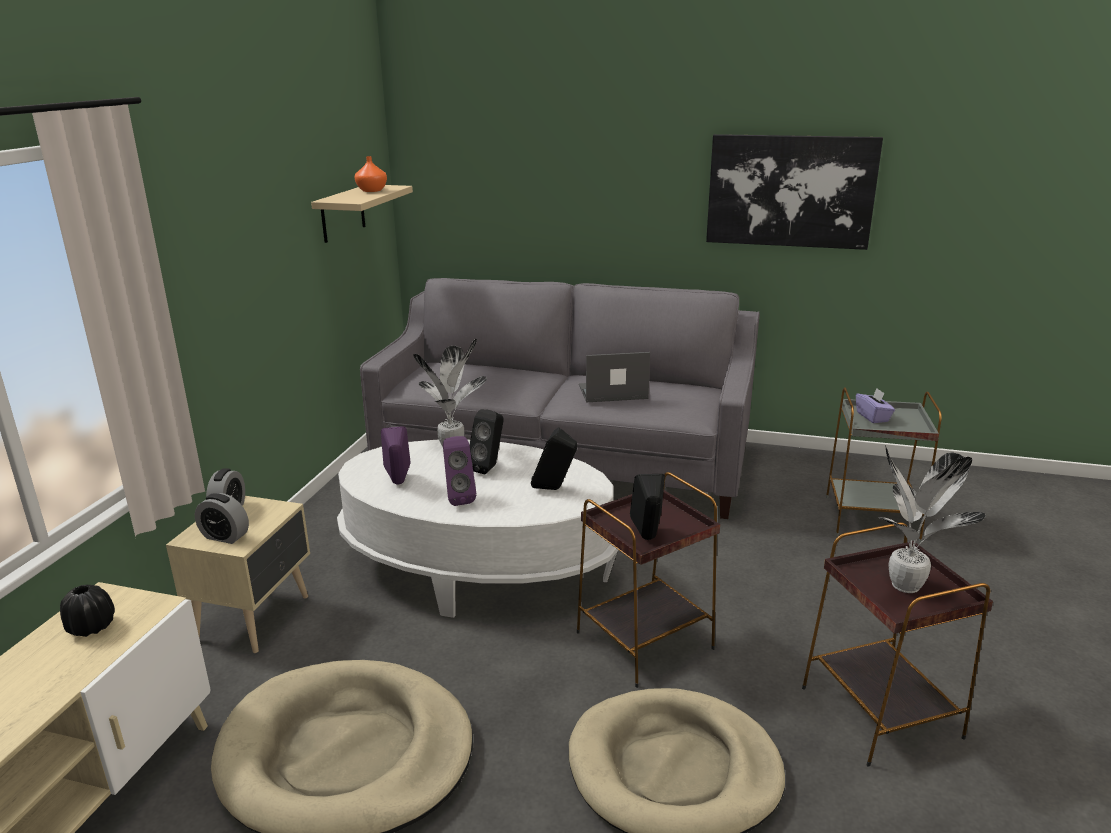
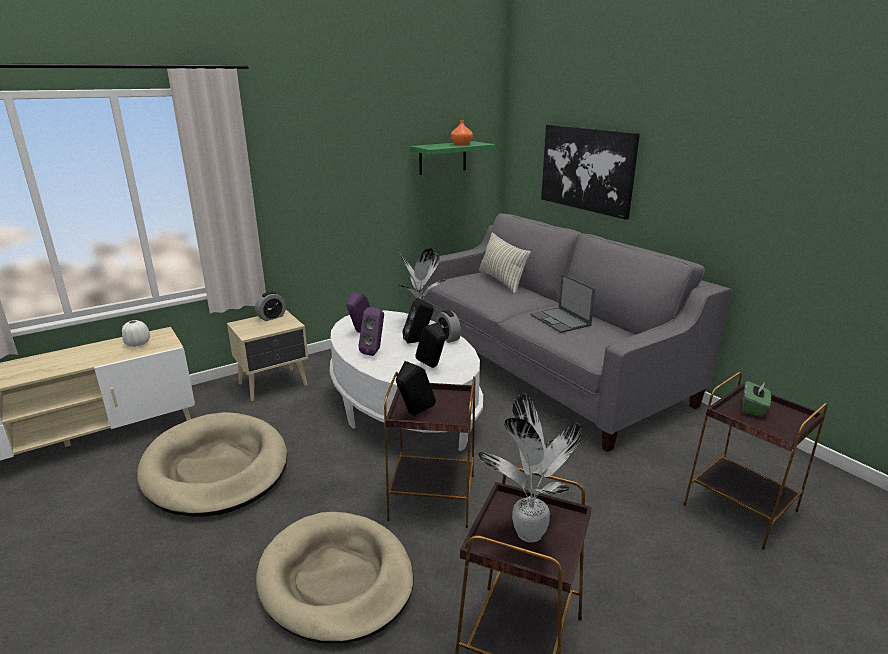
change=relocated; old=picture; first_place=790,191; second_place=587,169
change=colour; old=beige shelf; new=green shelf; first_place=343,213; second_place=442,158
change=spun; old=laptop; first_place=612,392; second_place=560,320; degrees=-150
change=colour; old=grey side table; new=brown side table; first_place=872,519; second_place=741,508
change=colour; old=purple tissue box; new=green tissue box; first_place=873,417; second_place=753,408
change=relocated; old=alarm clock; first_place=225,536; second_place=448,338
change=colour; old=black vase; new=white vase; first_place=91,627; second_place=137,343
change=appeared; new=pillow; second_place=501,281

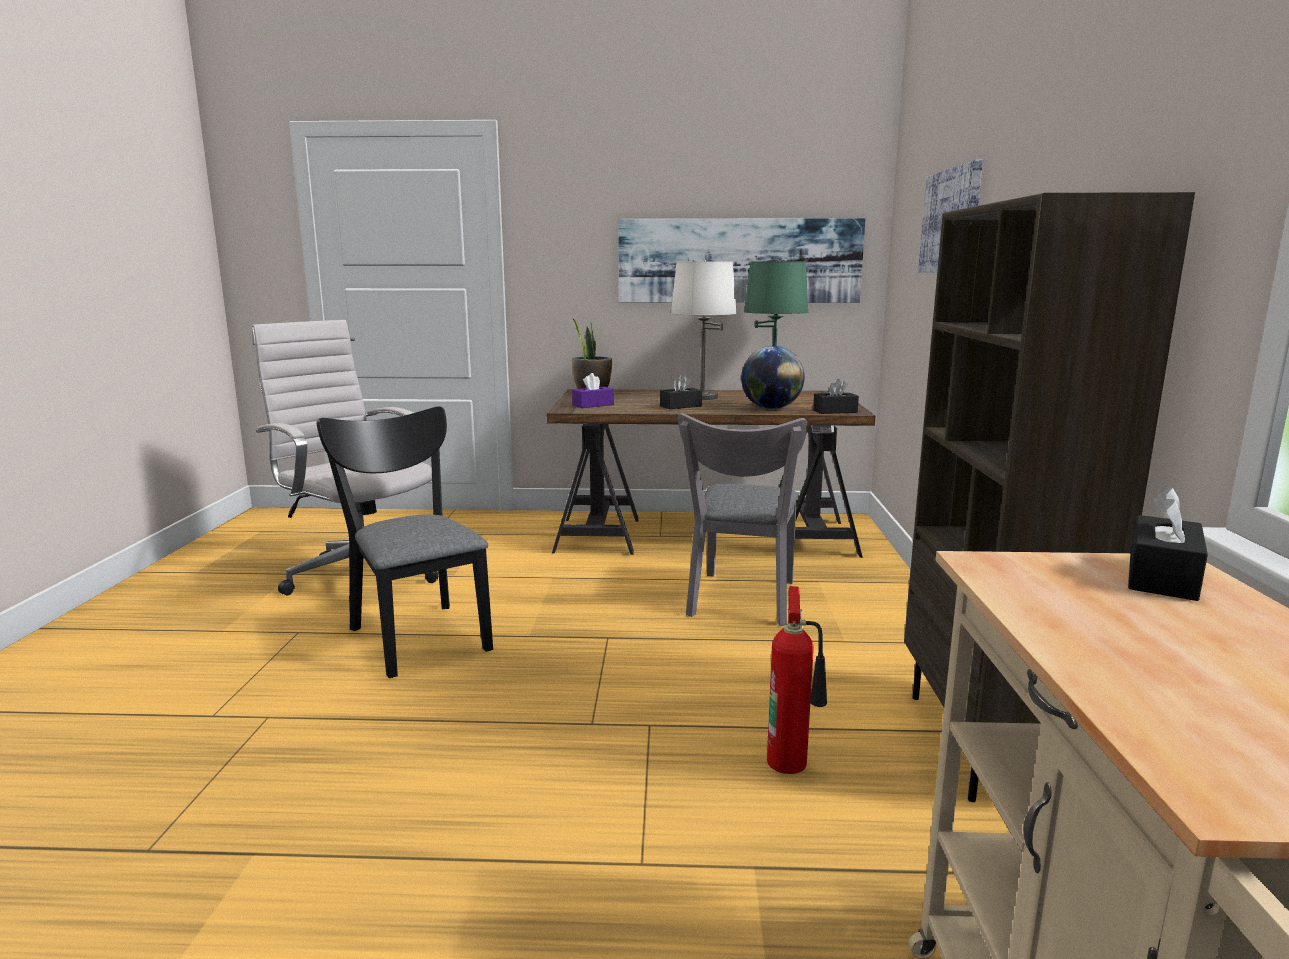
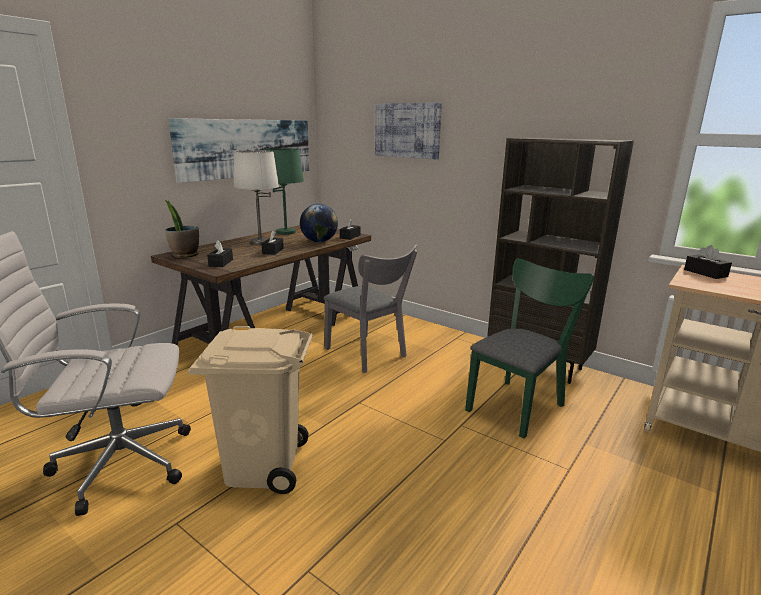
change=colour; old=purple tissue box; new=black tissue box; first_place=593,405; second_place=221,263
change=exchanged; old=black chair; new=beige trash can; first_place=416,634; second_place=262,465
change=exchanged; old=fire extinguisher; new=green chair; first_place=790,760; second_place=519,404

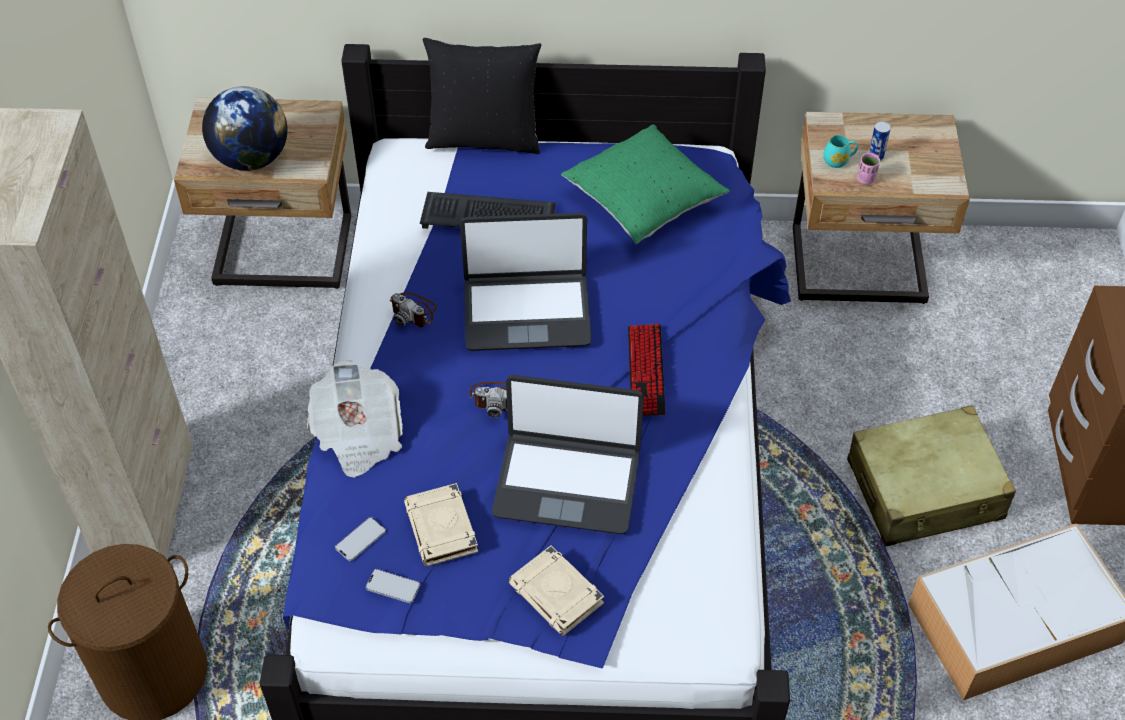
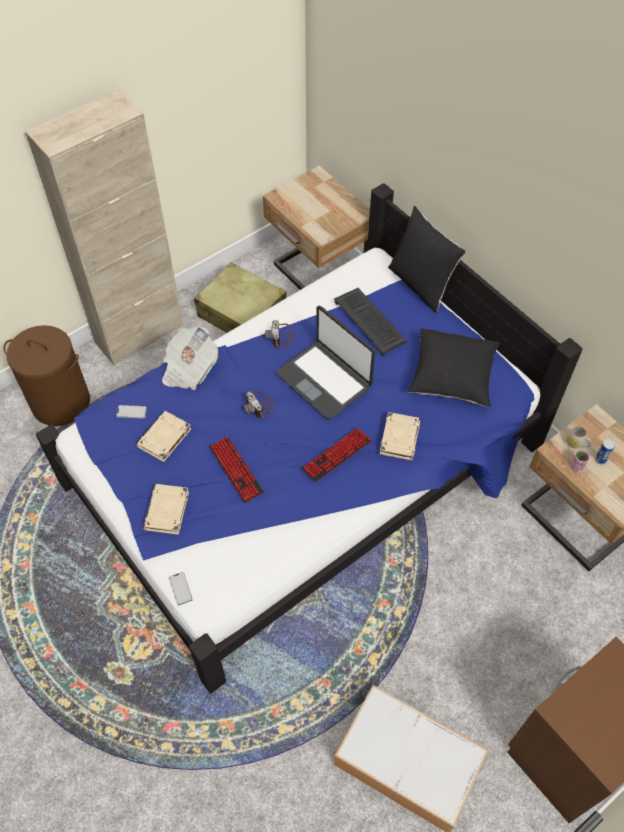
change=missing; old=globe; first_place=251,158
change=colour; old=green pillow; new=black pillow; first_place=643,201; second_place=452,377
change=colour; old=turquoise mug; new=white mug; first_place=839,160; second_place=576,443
change=exchanged; old=laptop; new=keyboard; first_place=567,482; second_place=236,470
change=relocated; old=beige suitcase; first_place=925,490; second_place=242,314
change=relocated; old=phone; first_place=393,587; second_place=180,589
change=appeared; new=beige book; second_place=399,437

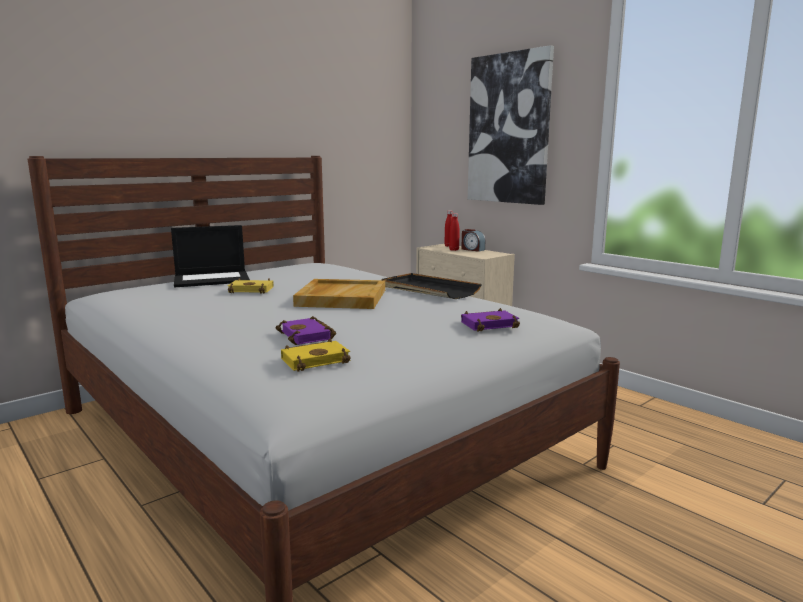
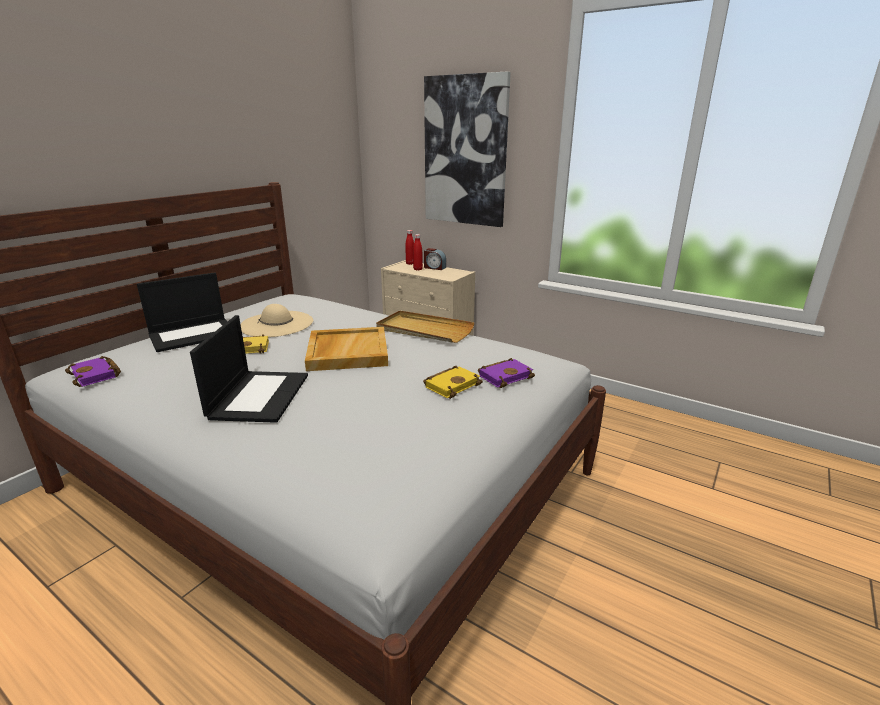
change=colour; old=black tray; new=beige tray; first_place=428,289; second_place=424,330
change=relocated; old=purple book; first_place=308,336; second_place=97,375
change=relocated; old=yellow book; first_place=316,360; second_place=452,385
change=appeared; new=beige hat; second_place=277,324
change=appeared; new=laptop; second_place=259,395

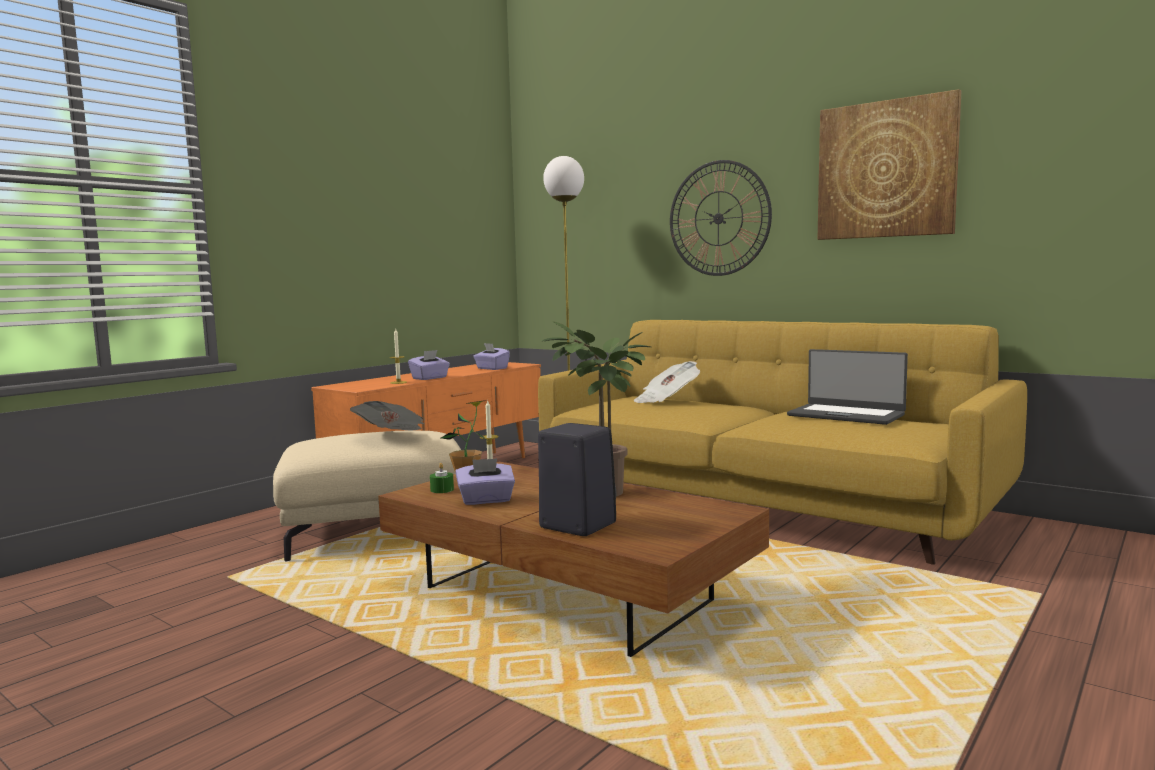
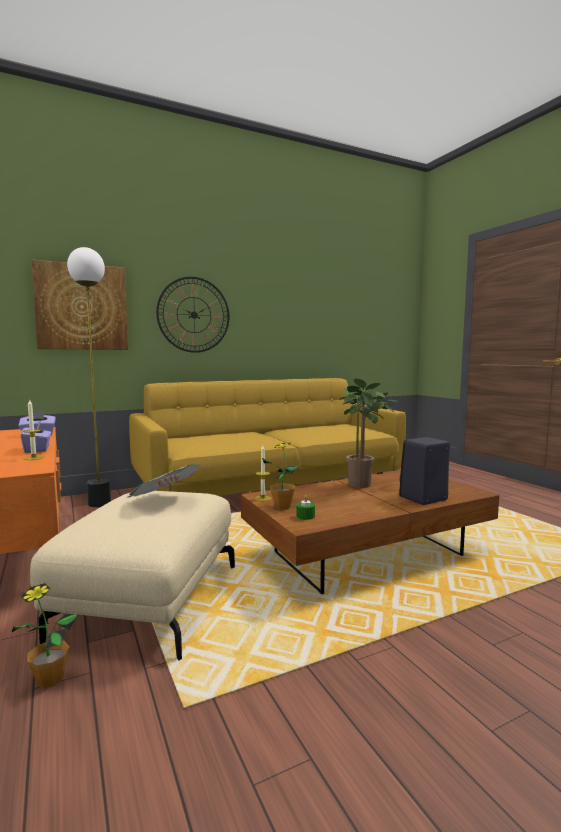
change=relocated; old=picture; first_place=886,170; second_place=82,307
change=missing; old=laptop; first_place=846,415
change=missing; old=newspaper; first_place=666,400
change=missing; old=purple tissue box; first_place=486,500
change=appeared; new=potted plant; second_place=50,679

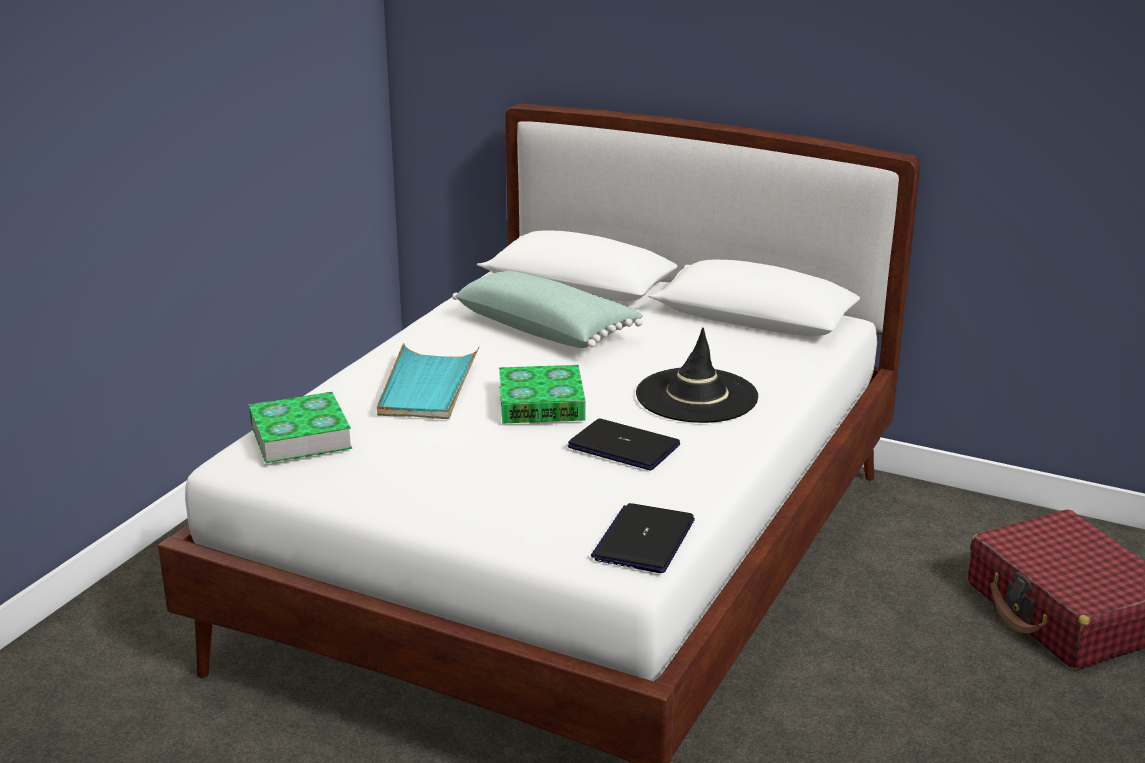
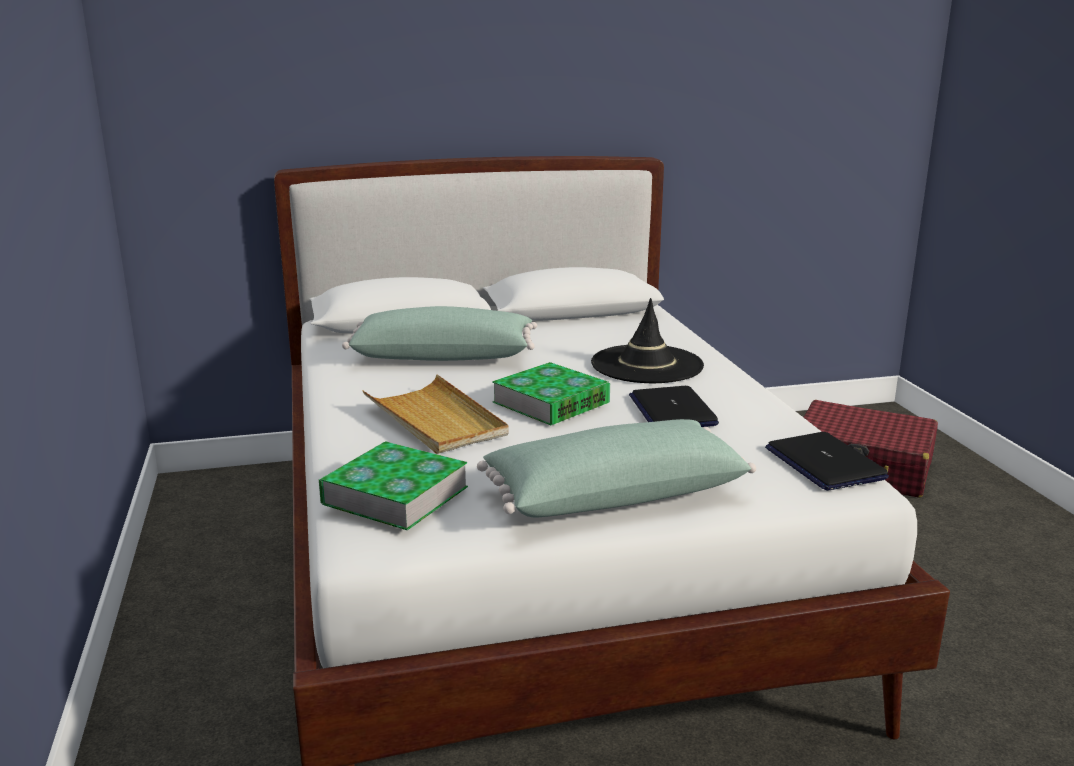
change=colour; old=turquoise tray; new=beige tray; first_place=427,387; second_place=435,419
change=spun; old=laptop; first_place=624,447; second_place=672,410; degrees=-90
change=appeared; new=green pillow; second_place=613,494

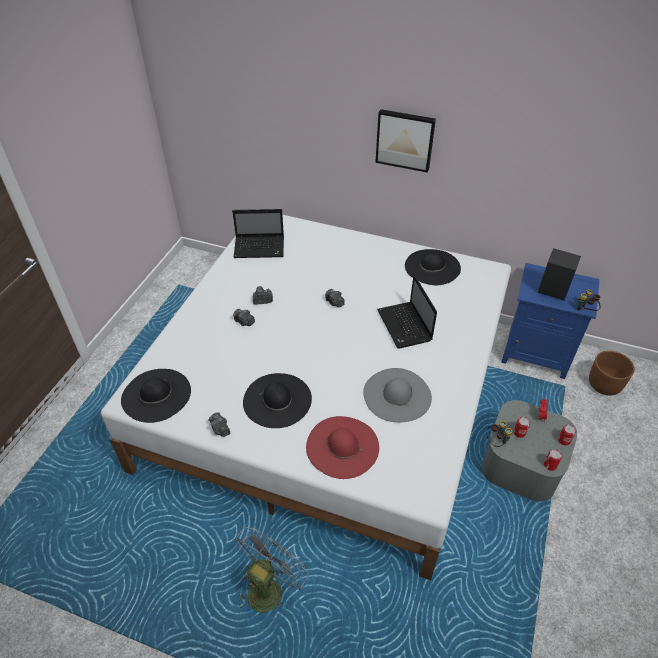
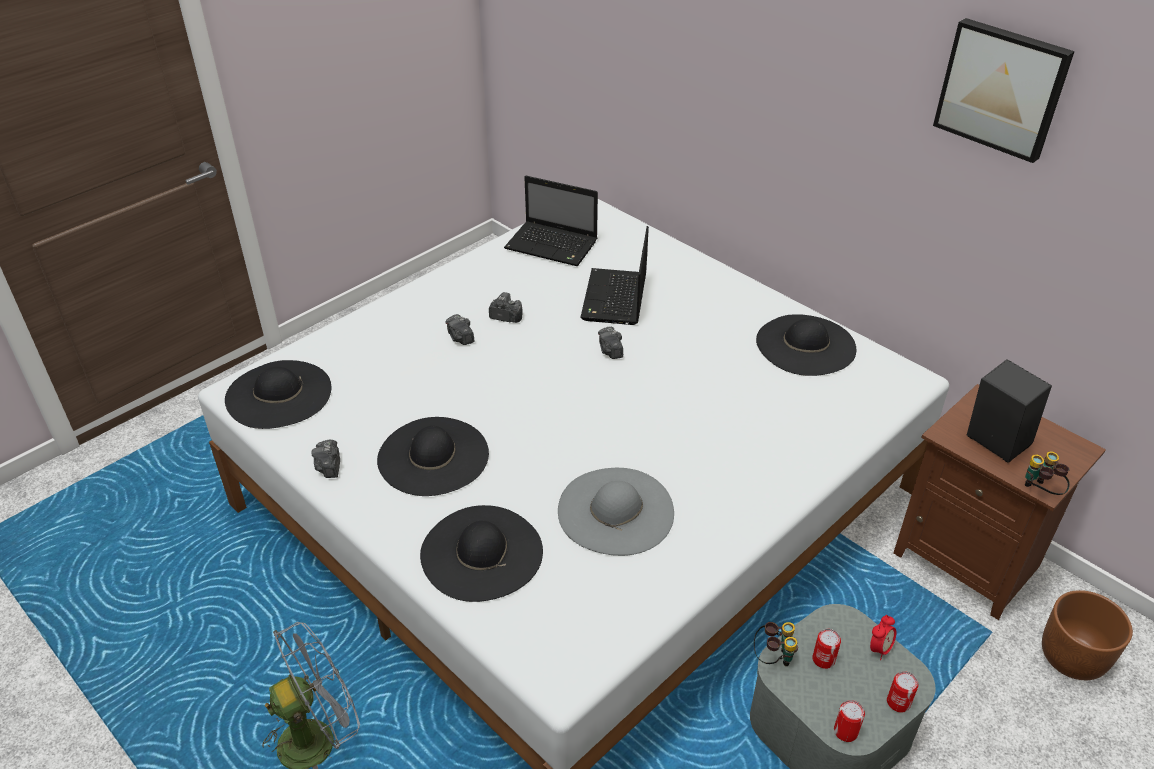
change=relocated; old=picture; first_place=405,139; second_place=1002,88
change=colour; old=blue nightstand; new=brown nightstand; first_place=535,353; second_place=968,559
change=relocated; old=laptop; first_place=405,326; second_place=615,299
change=colour; old=red hat; new=black hat; first_place=342,446; second_place=481,553

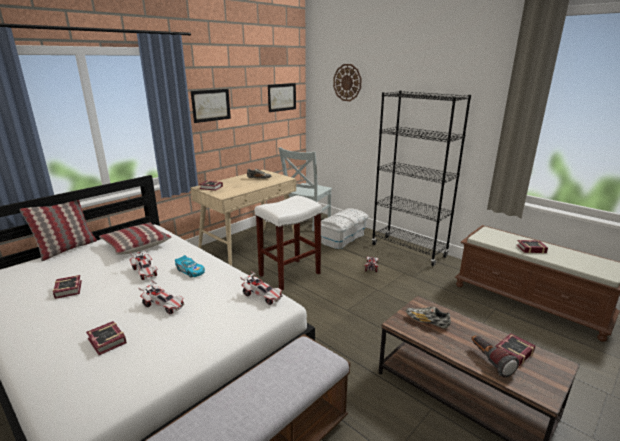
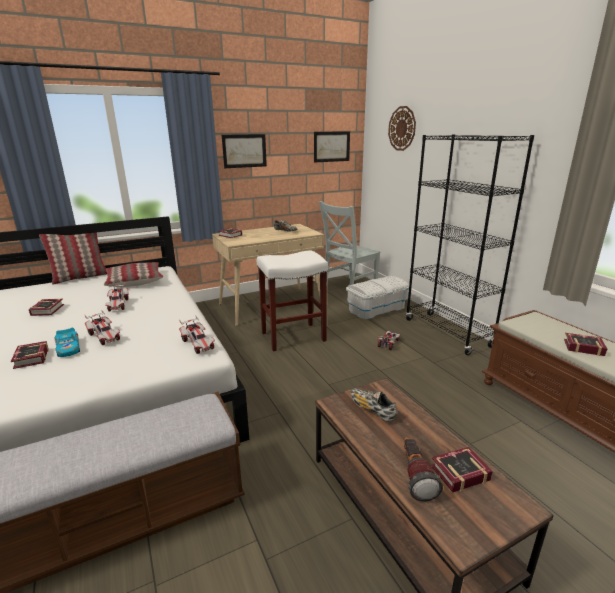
change=relocated; old=toy car; first_place=190,271; second_place=68,348

